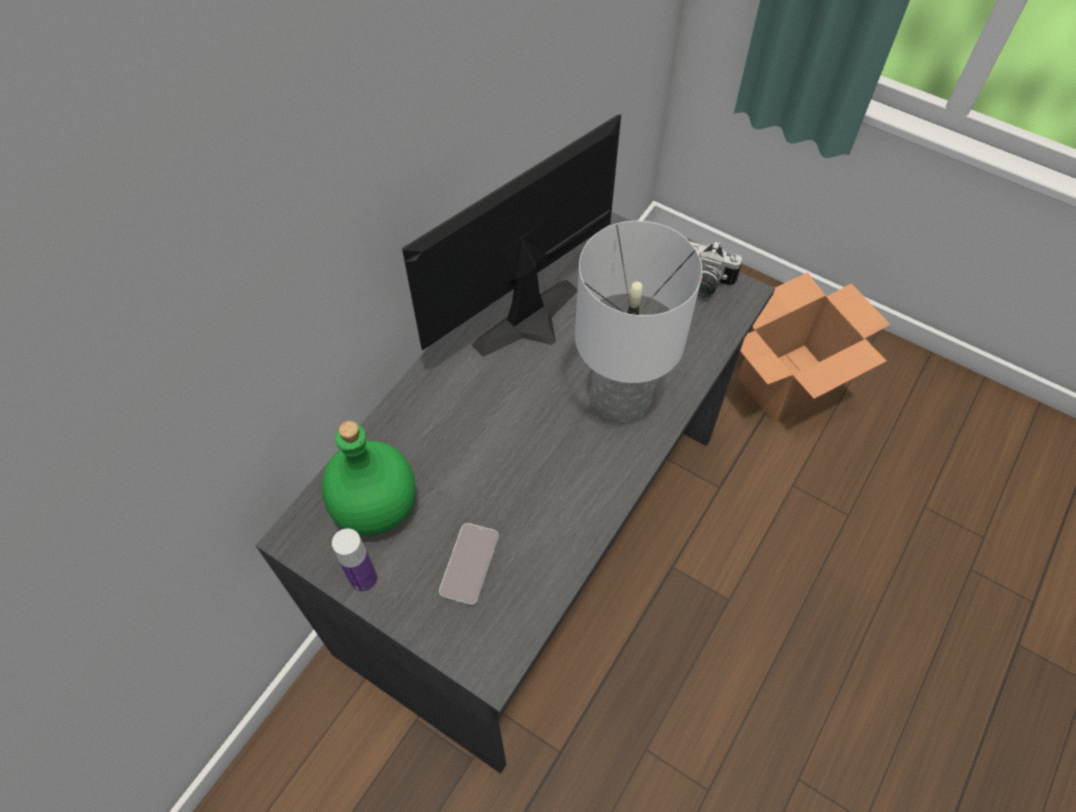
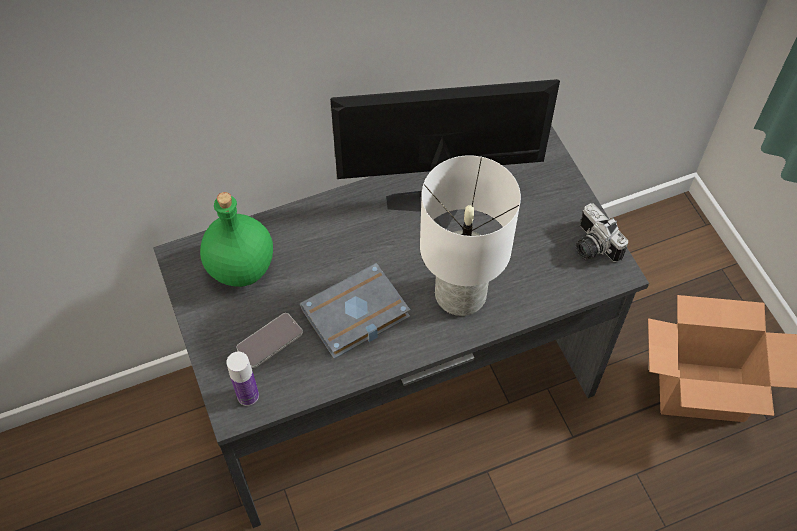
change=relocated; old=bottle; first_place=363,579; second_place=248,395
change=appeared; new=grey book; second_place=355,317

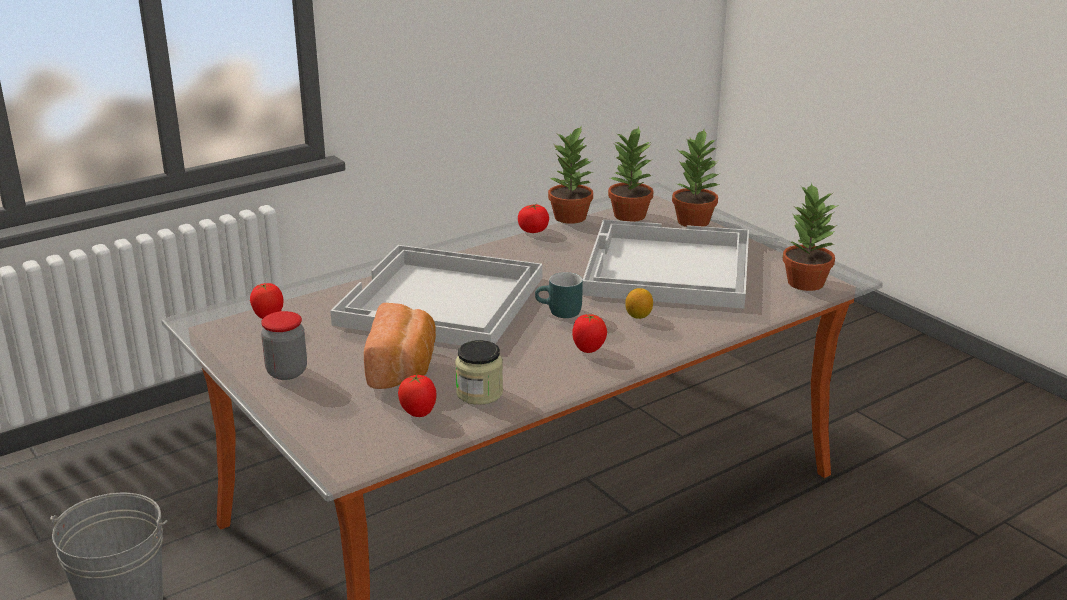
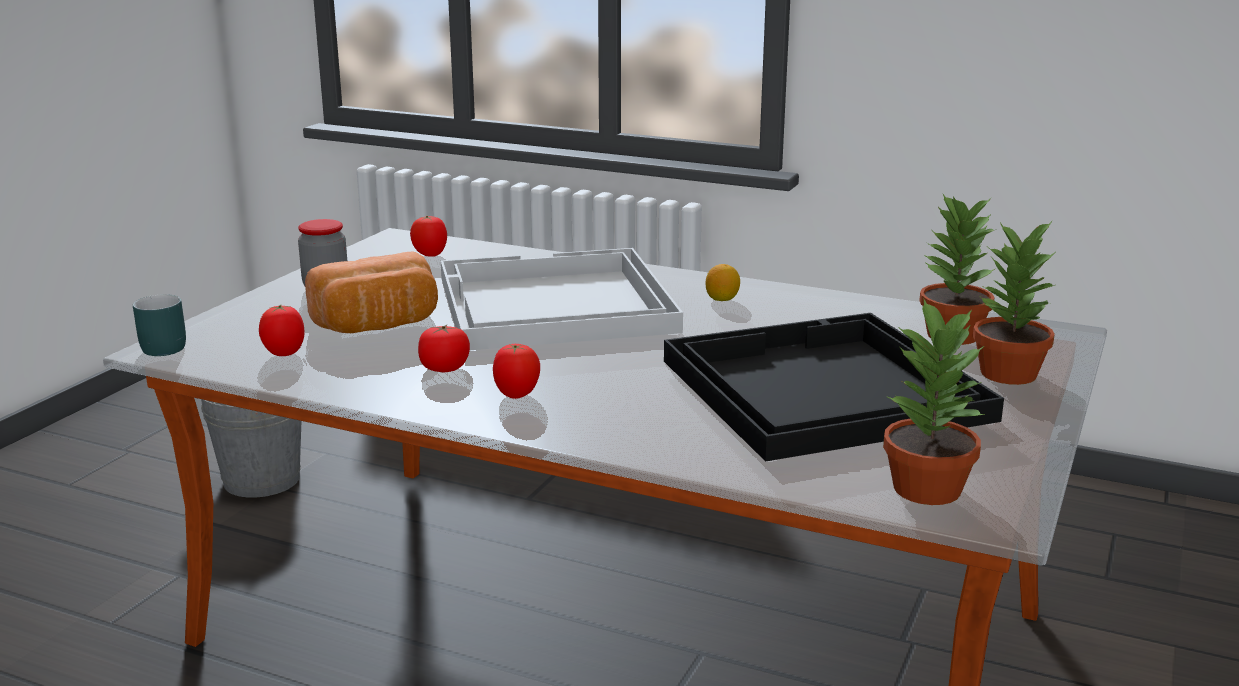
change=missing; old=potted plant; first_place=571,217
change=relocated; old=tomato; first_place=533,230; second_place=444,368
change=colour; old=white tray; new=black tray; first_place=666,268; second_place=819,389
change=relocated; old=turquoise mug; first_place=559,313; second_place=159,347
change=relocated; old=lemon; first_place=638,316; second_place=722,299
change=missing; old=jar; first_place=479,393

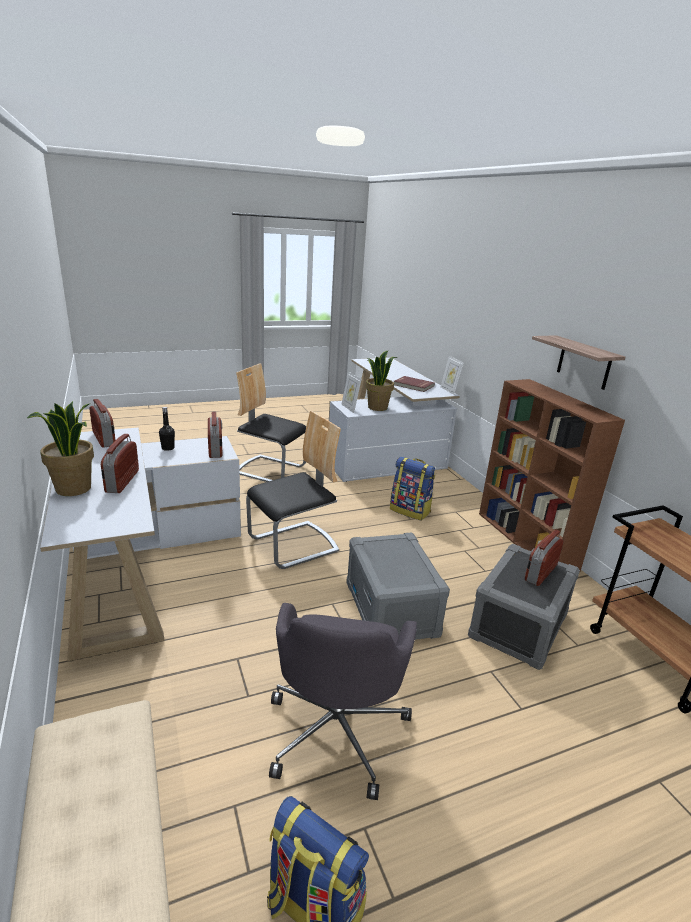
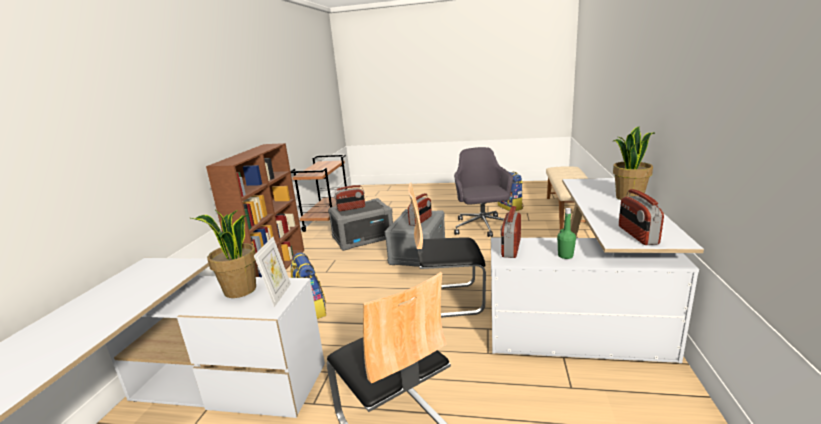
change=missing; old=shelf; first_place=584,363
change=missing; old=picture frame; first_place=449,390
change=missing; old=red book; first_place=413,385
change=colour; old=black bottle; new=green bottle; first_place=168,448; second_place=565,256
change=relocated; old=radio; first_place=122,481; second_place=421,220
change=spun; old=grey office chair; first_place=337,729; second_place=482,227; degrees=-45

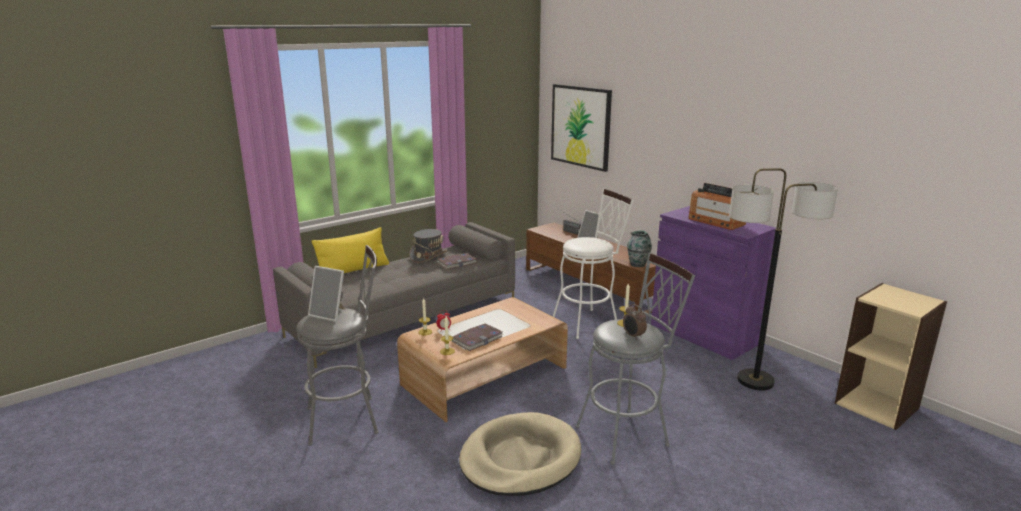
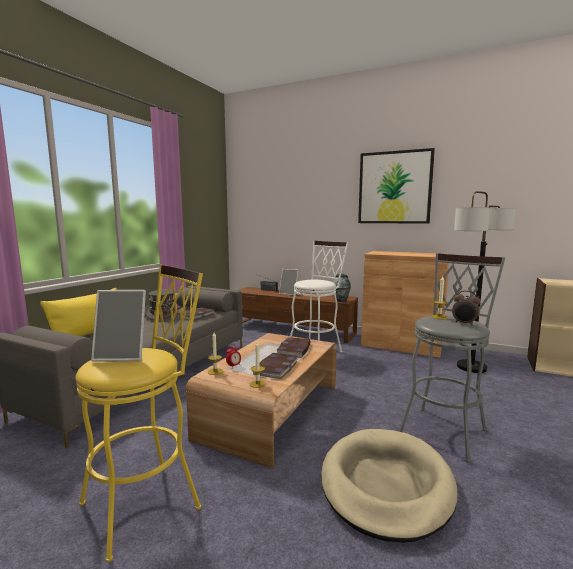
change=relocated; old=picture; first_place=580,126; second_place=394,187
change=missing; old=radio; first_place=716,222
change=colour; old=purple cabinet; new=brown cabinet; first_place=703,334; second_place=401,345
change=colour; old=grey stool; new=yellow stool; first_place=350,419; second_place=150,500
change=appeared; new=book; second_place=294,349

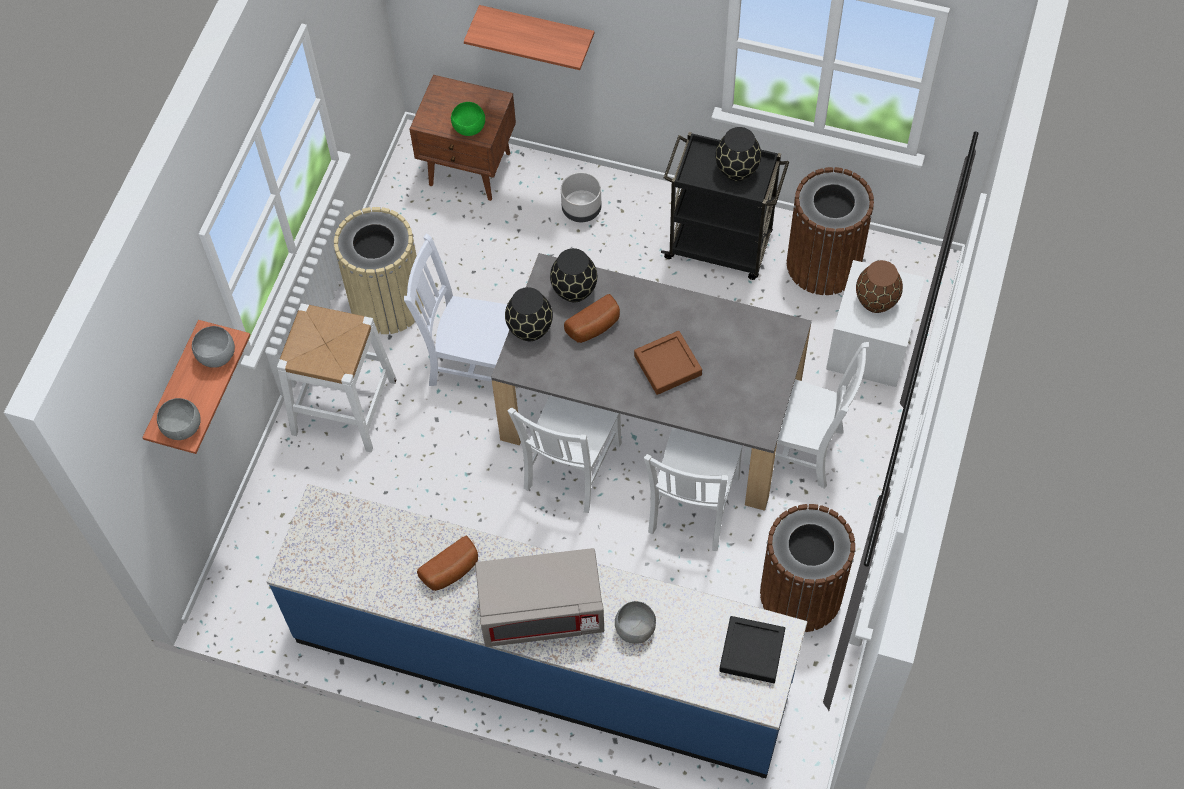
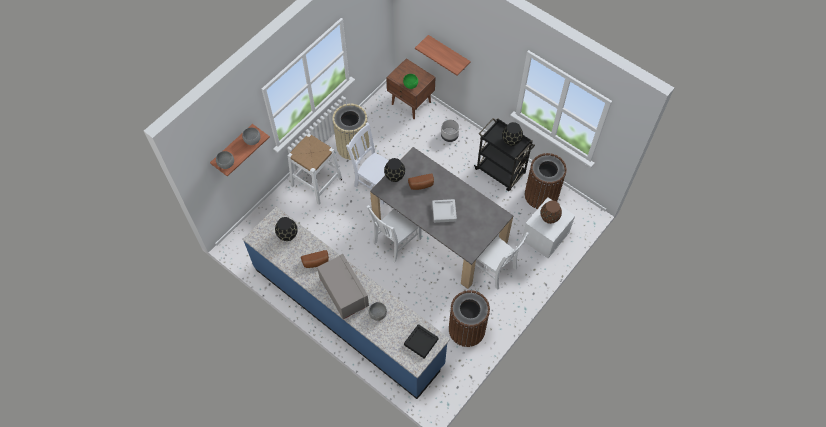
change=relocated; old=black vase; first_place=573,290; second_place=287,235
change=colour; old=brown tray; new=grey tray; first_place=667,365; second_place=444,212
change=missing; old=white chair; first_place=692,507
change=spun; old=grey microwave; first_place=542,612; second_place=344,292; degrees=-135

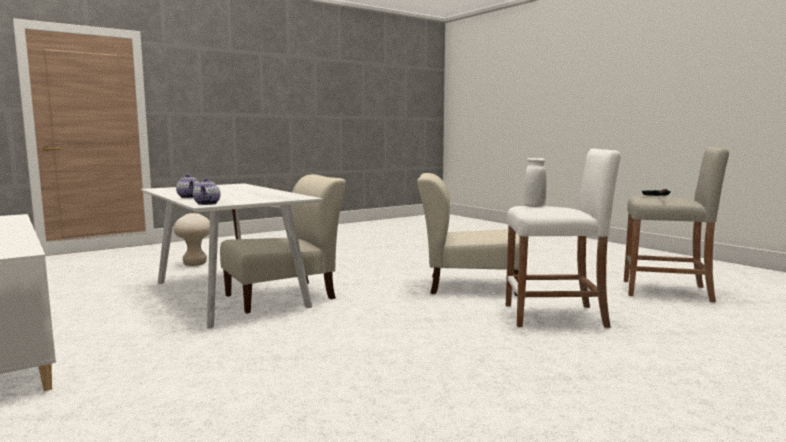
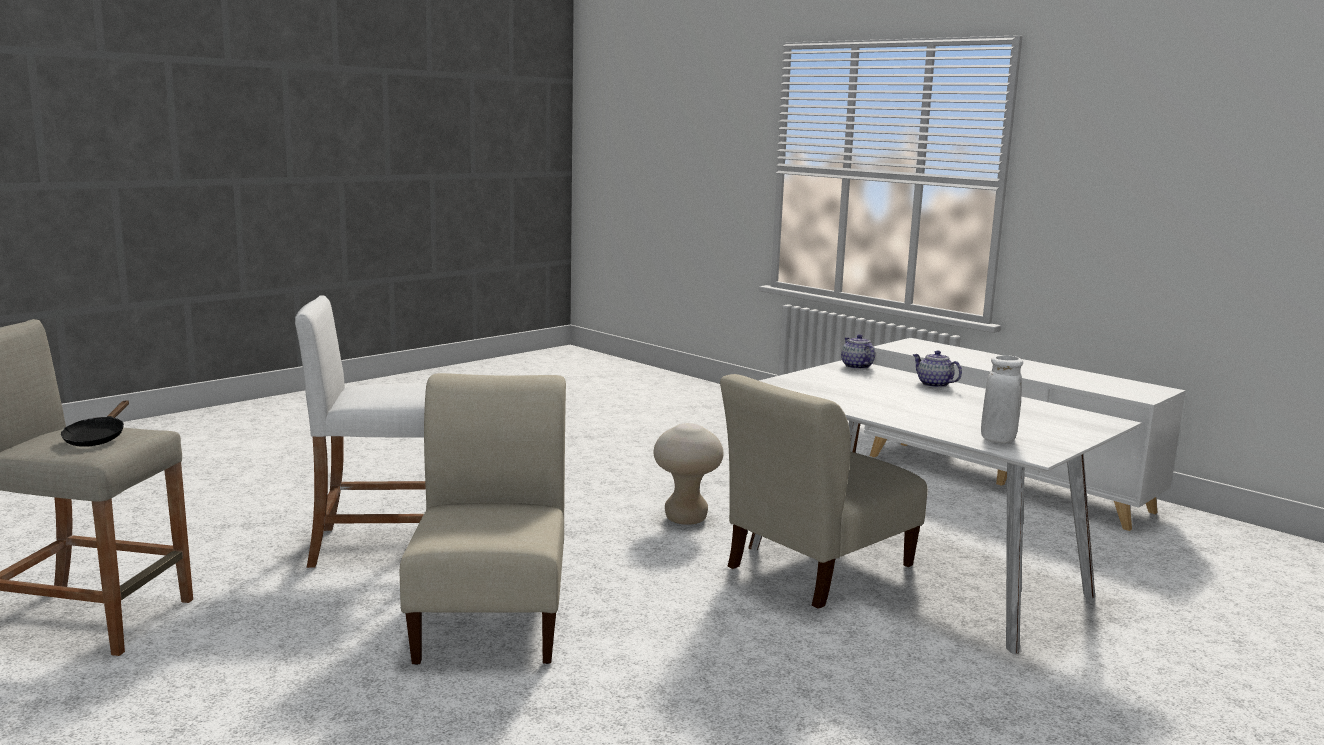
change=relocated; old=white vase; first_place=534,206; second_place=997,440
change=spun; old=beige chair; first_place=468,286; second_place=492,616; degrees=-90
change=relocated; old=beige stool; first_place=195,264; second_place=685,519

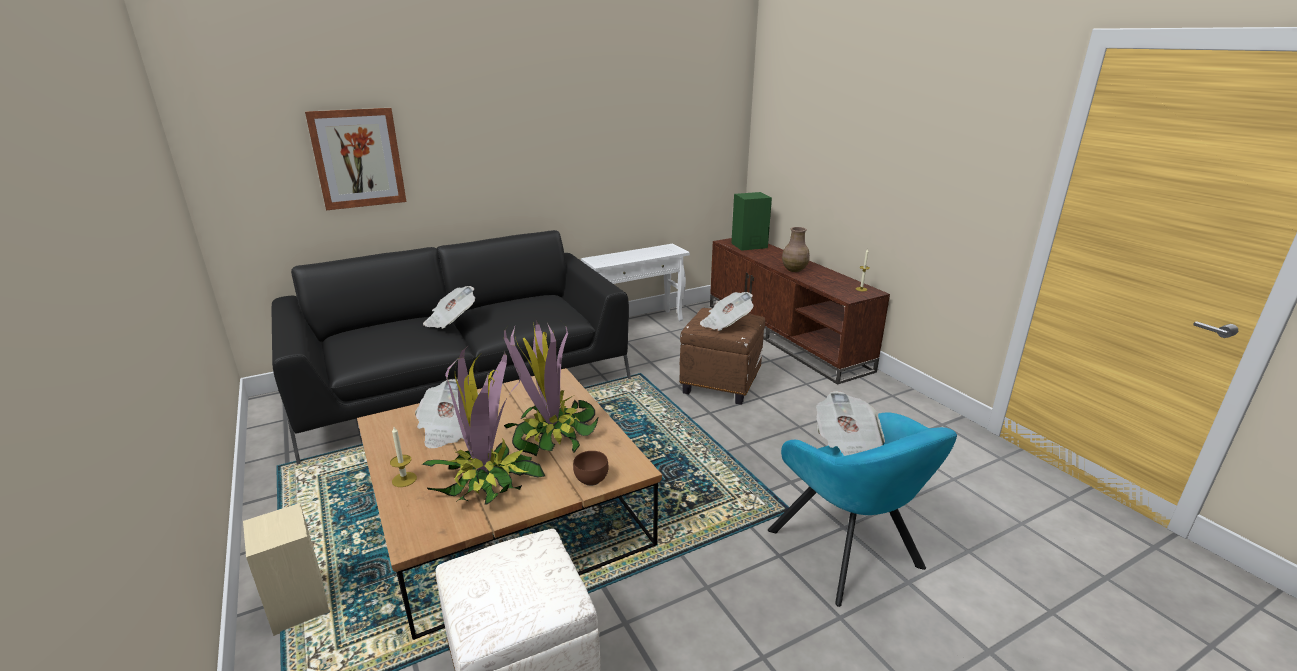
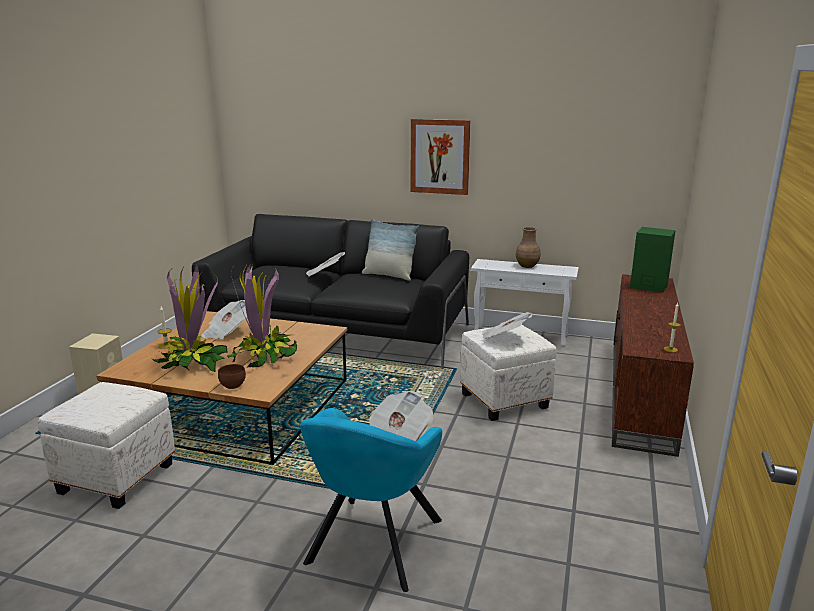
change=relocated; old=picture; first_place=358,158; second_place=440,156
change=relocated; old=brown vase; first_place=794,269; second_place=527,266
change=colour; old=brown ottoman; new=white ottoman; first_place=720,383; second_place=505,400
change=appeared; new=pillow; second_place=389,275

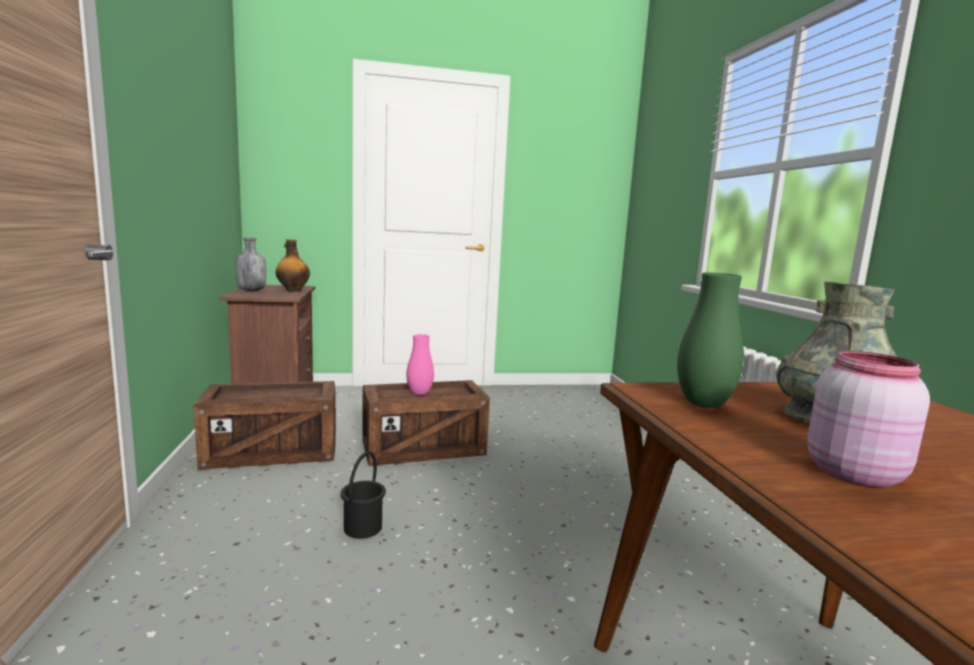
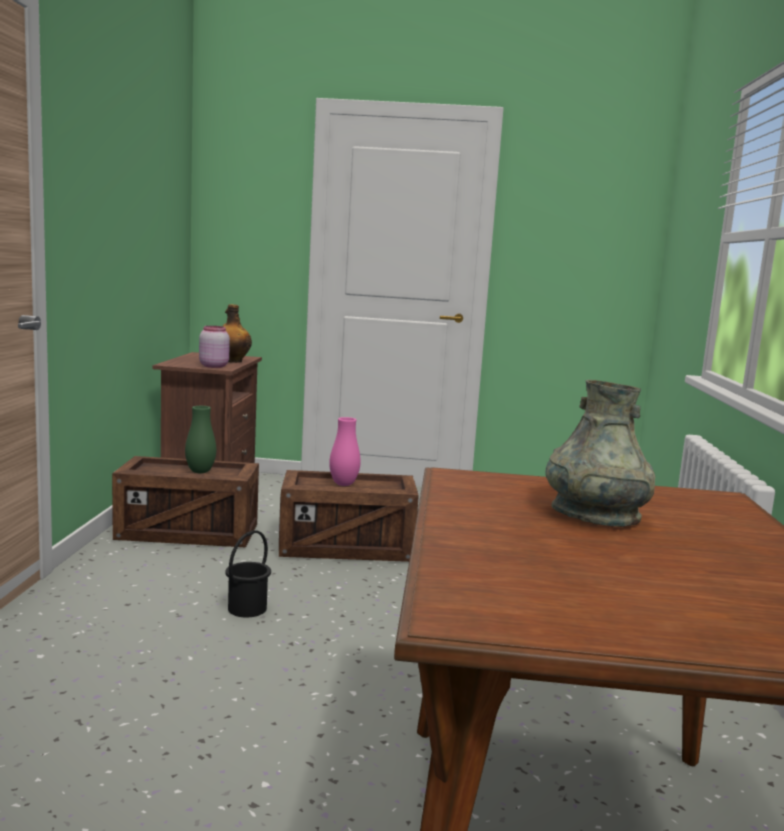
change=missing; old=grey bottle; first_place=251,290
change=relocated; old=green vase; first_place=703,404; second_place=200,472
change=relocated; old=pink jar; first_place=850,473; second_place=213,366

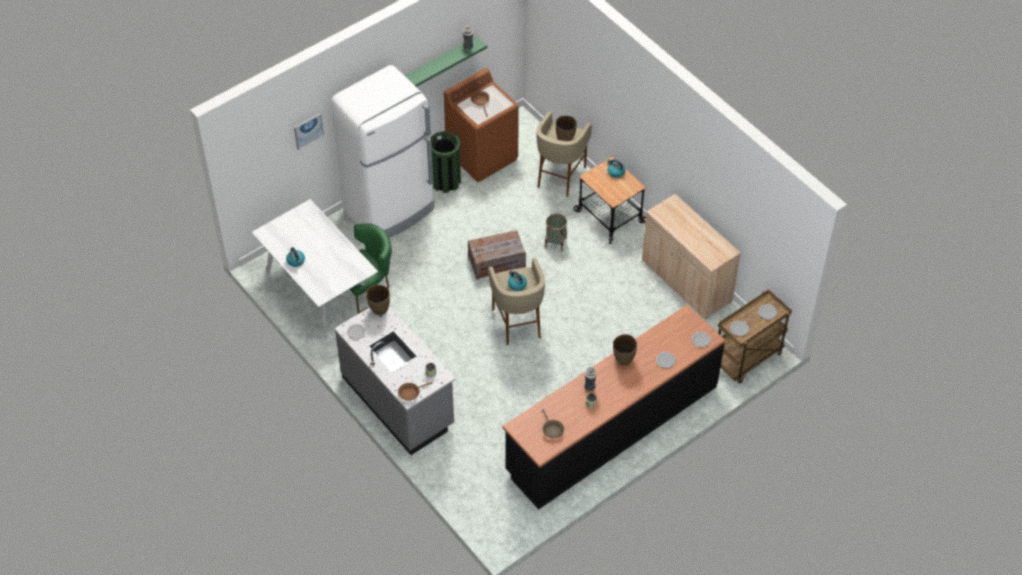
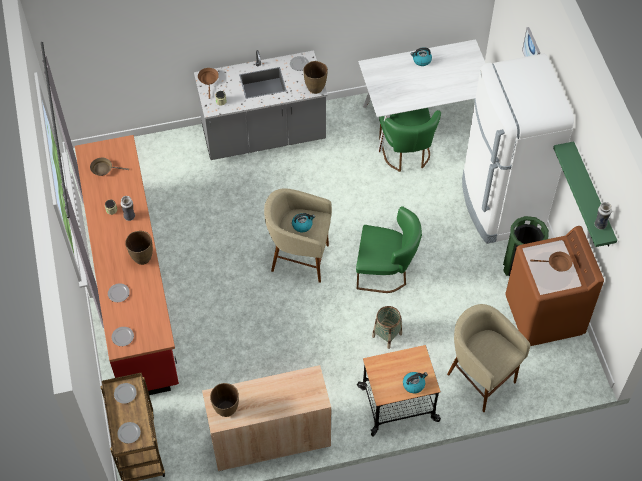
change=relocated; old=brown vase; first_place=565,139; second_place=226,410
change=exchanged; old=crate; new=green chair; first_place=497,262; second_place=386,271
change=colour; old=black counter; new=red counter; first_place=612,428; second_place=134,287

